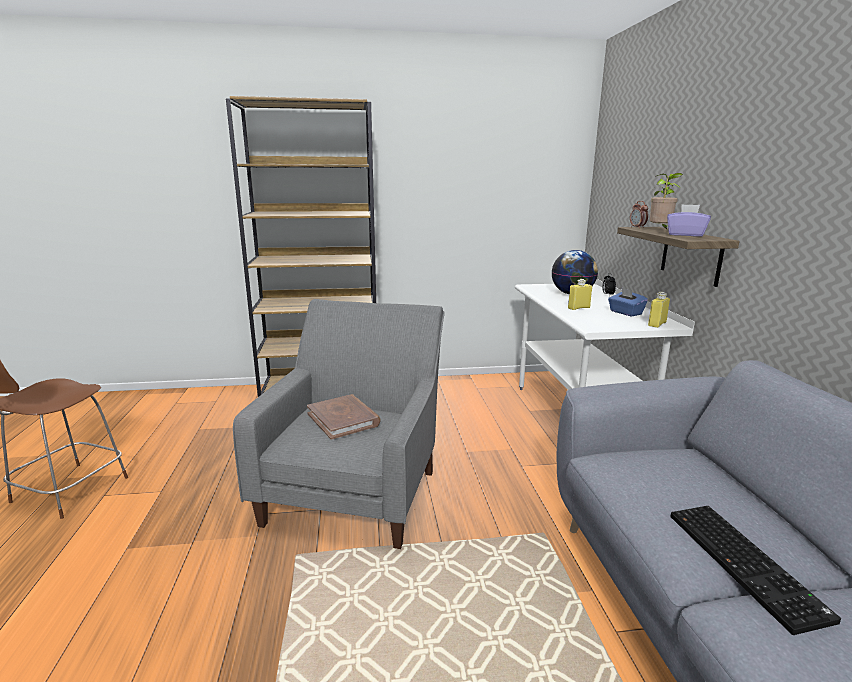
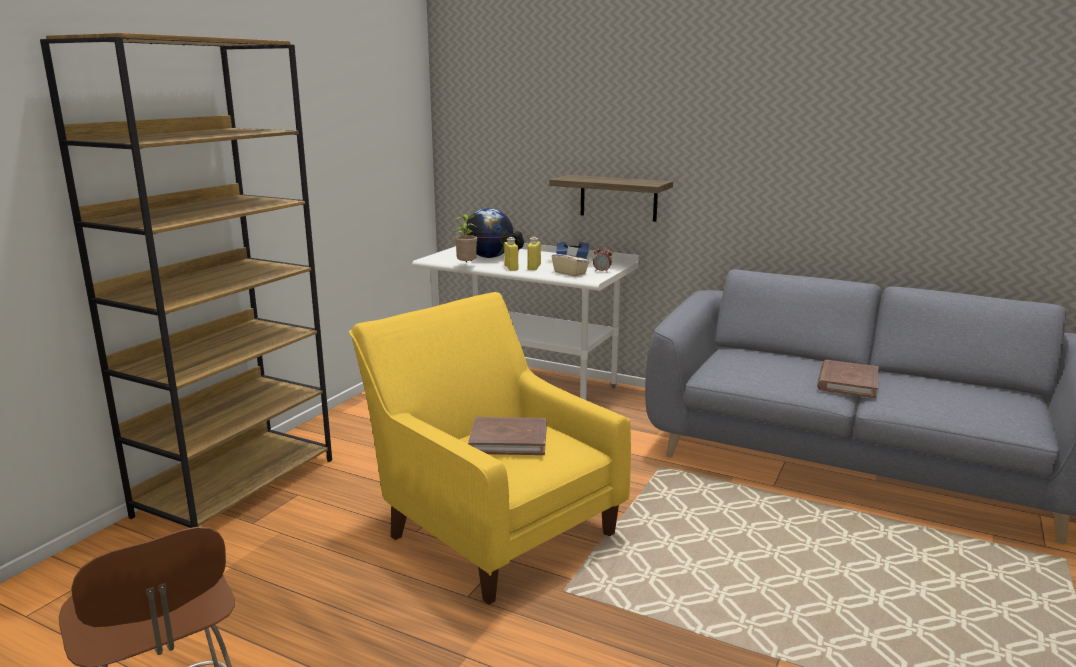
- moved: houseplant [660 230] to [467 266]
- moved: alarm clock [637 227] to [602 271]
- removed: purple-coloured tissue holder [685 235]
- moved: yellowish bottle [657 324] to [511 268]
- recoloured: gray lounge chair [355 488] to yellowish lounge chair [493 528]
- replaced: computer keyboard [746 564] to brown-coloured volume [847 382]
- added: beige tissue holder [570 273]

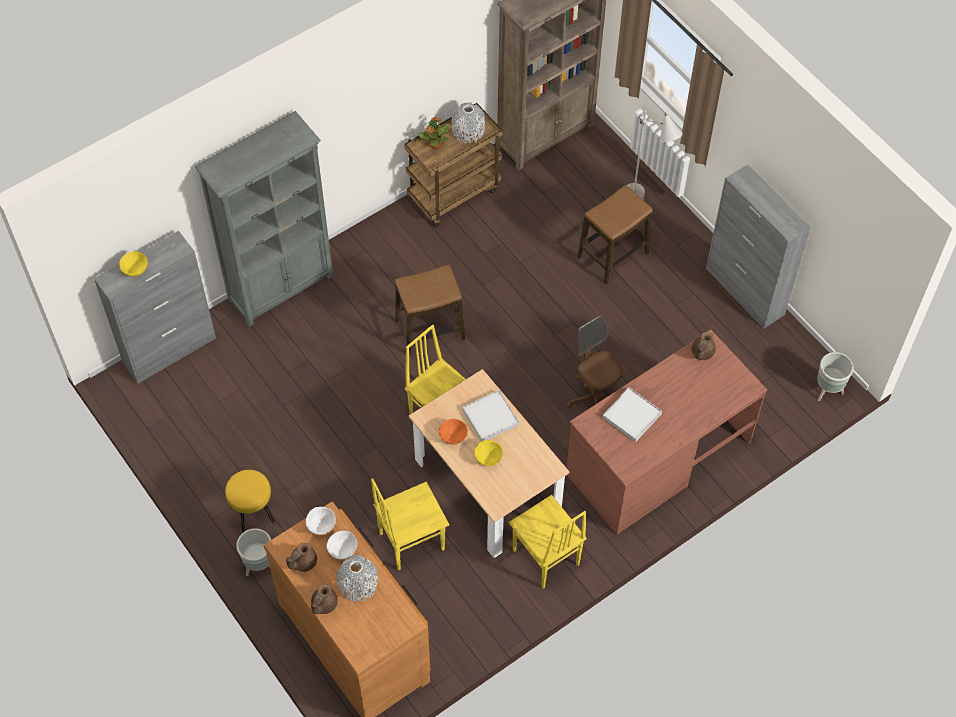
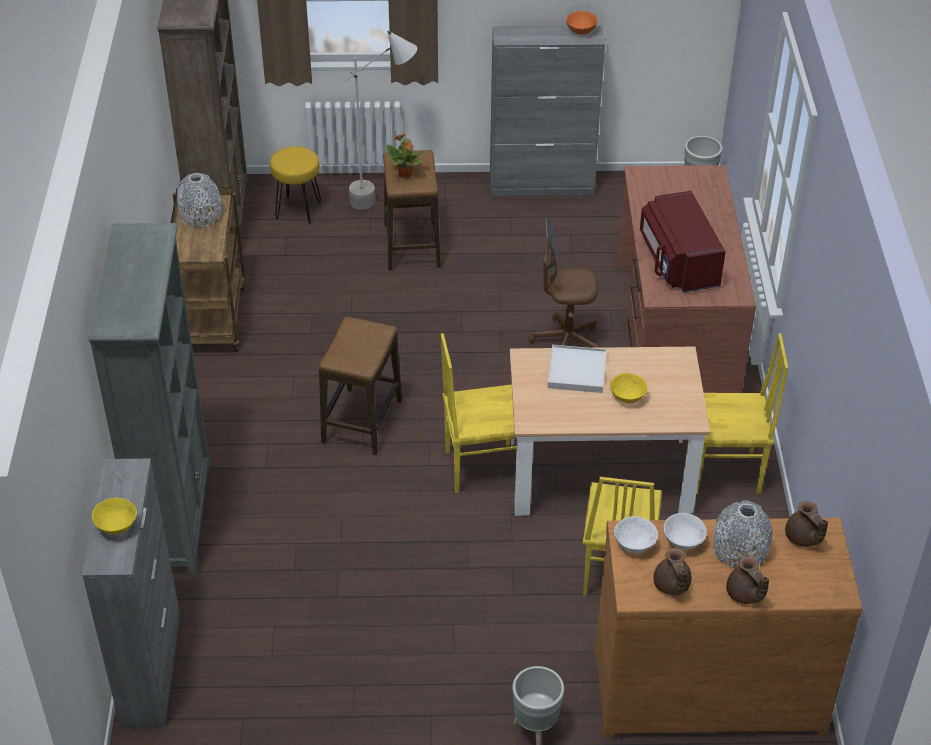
- moved: houseplant [434 145] to [405 174]
- moved: brown-coloured pot for tea [701 352] to [803 538]
- replaced: white carrying tray [632 416] to reddish microwave [677 262]
- moved: orangey serving bowl [453 436] to [580 32]
- moved: yellowish sitting stool [253 514] to [297 210]

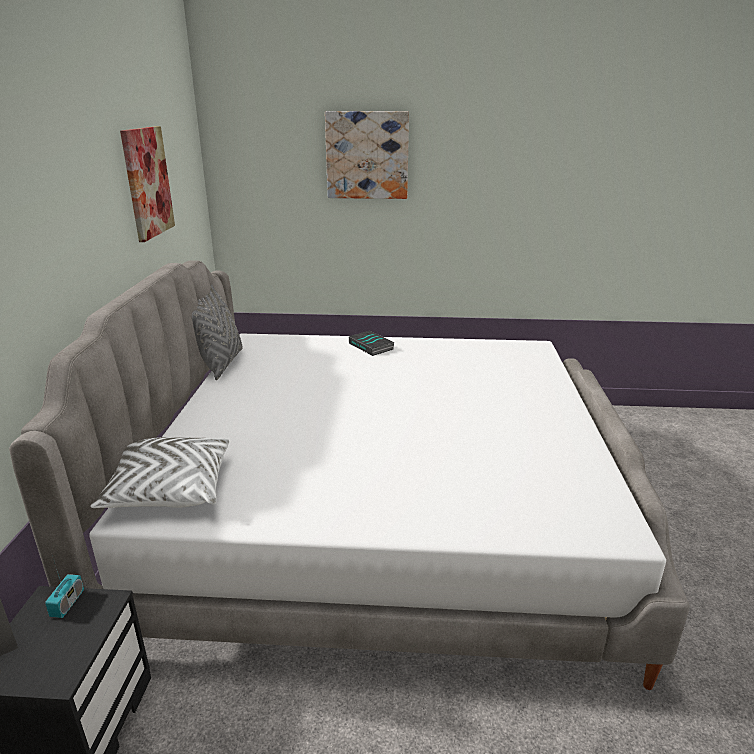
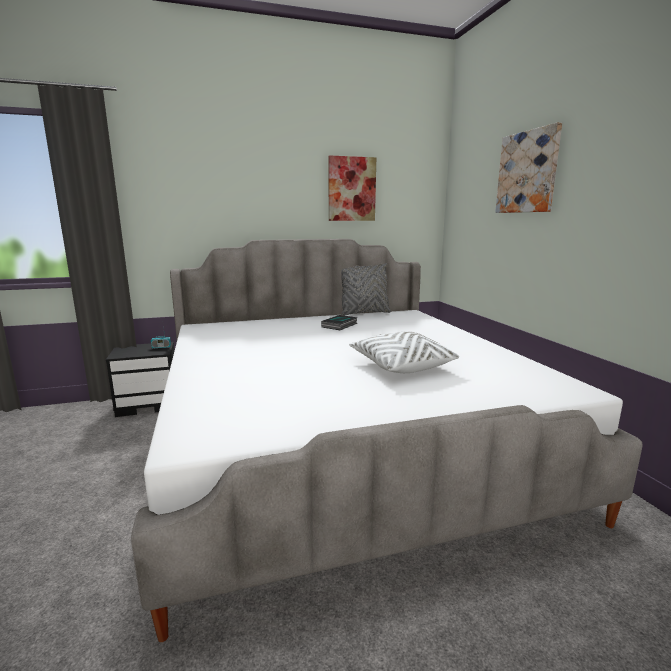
- moved: volume [372 346] to [340 325]
- moved: white throw pillow [169 489] to [400 365]

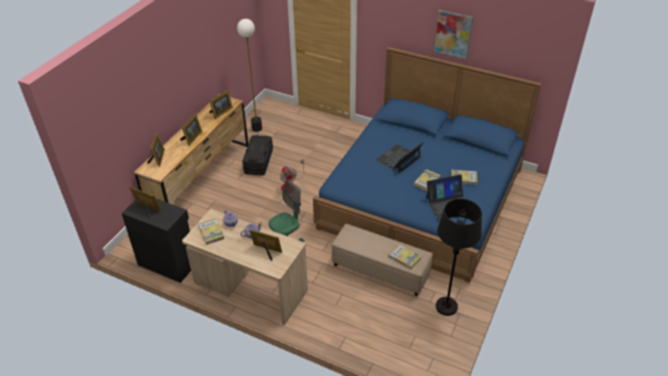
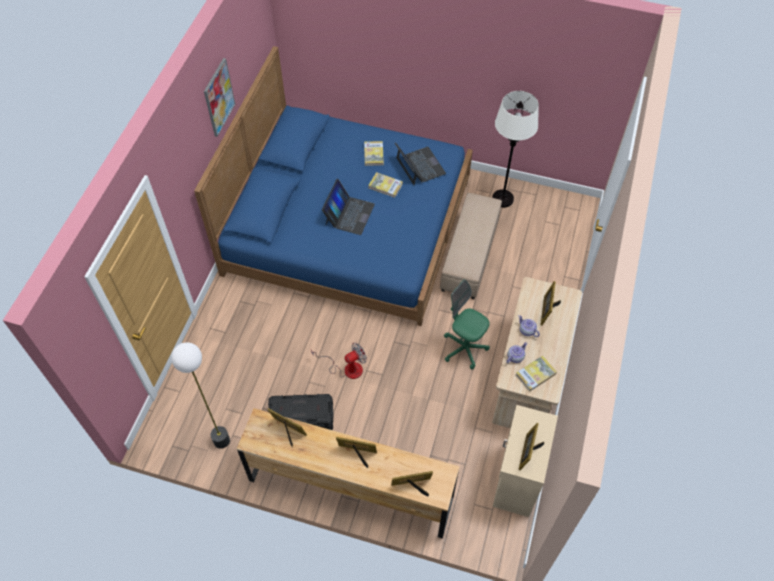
- turned: portable computer [398 159] = [349 214] 105 degrees counterclockwise
- recoloured: black storage cabinet [167 263] to beige storage cabinet [516 480]
- recoloured: black standard lamp [446 307] to white standard lamp [503 199]
- removed: volume [404 257]

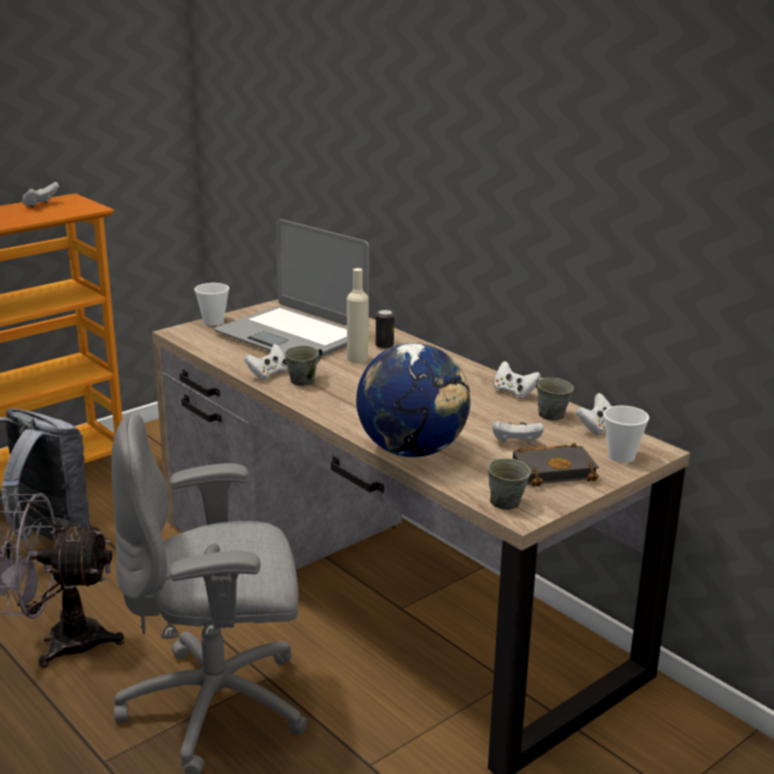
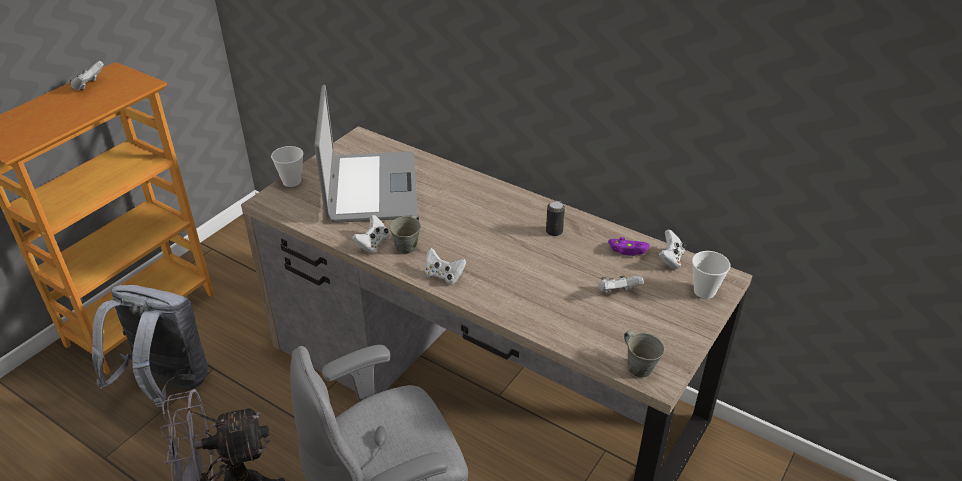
- turned: portable computer [292 335] = [370 188] 120 degrees counterclockwise
- removed: beige bottle [357 359]
- moved: metal can [384 346] to [554 232]
- removed: globe [412 450]
- moved: white gamepad [514 392] to [443 276]
- replaced: gray coffee mug [550 414] to purple-coloured gamepad [628 250]
- removed: black volume [555 470]

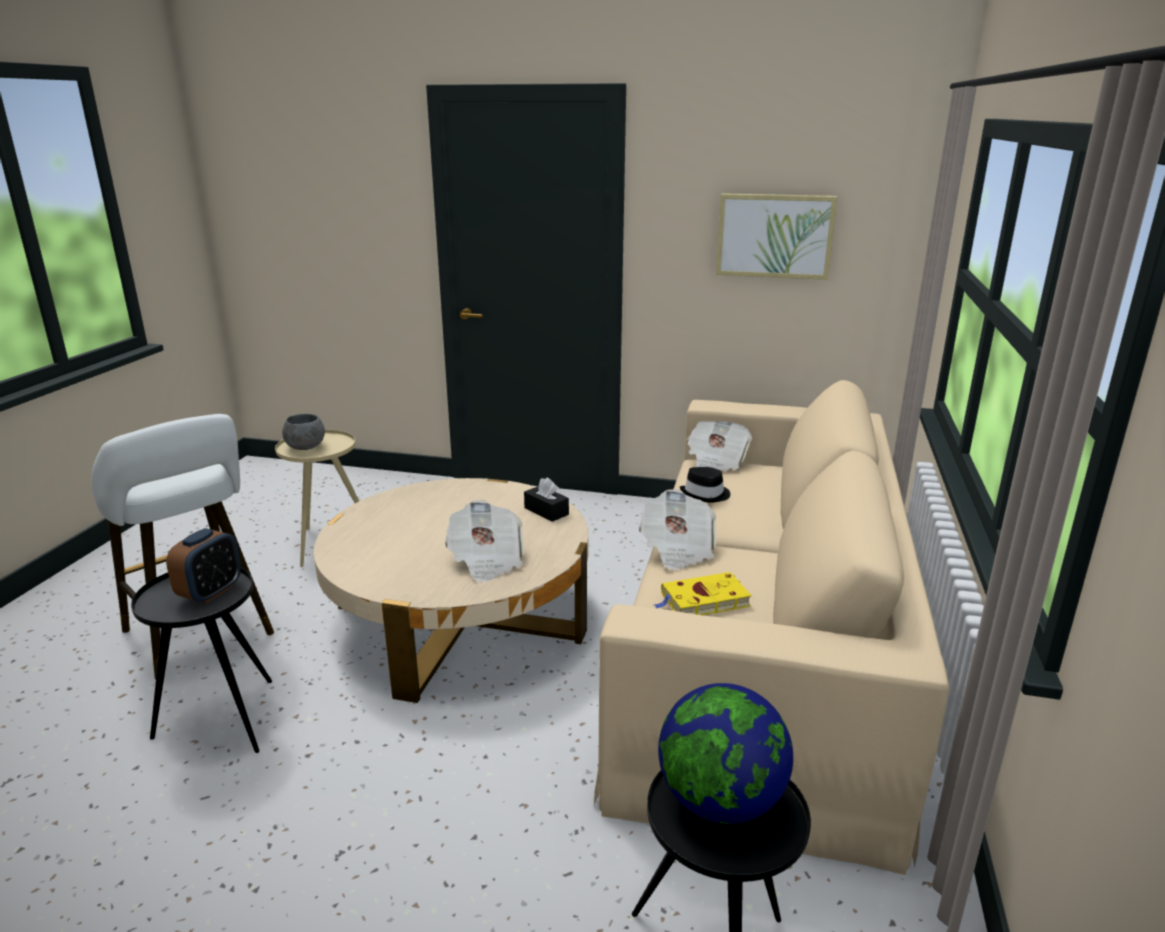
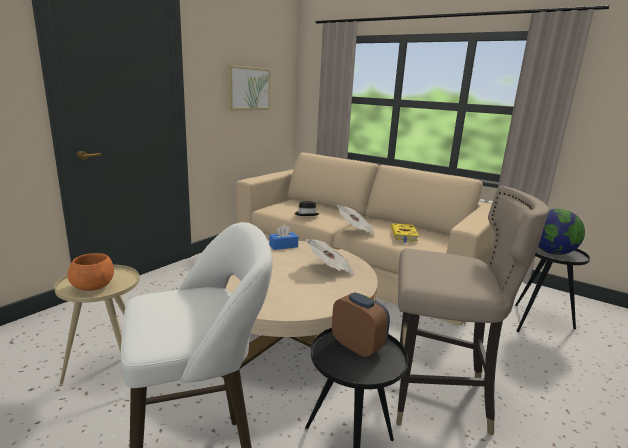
- recoloured: gray serving bowl [305 447] to orangey serving bowl [93 287]
- removed: printed paper [716 461]
- recoloured: black tissue holder [546 511] to bluish tissue holder [283 246]
- added: beige sitting stool [437 398]

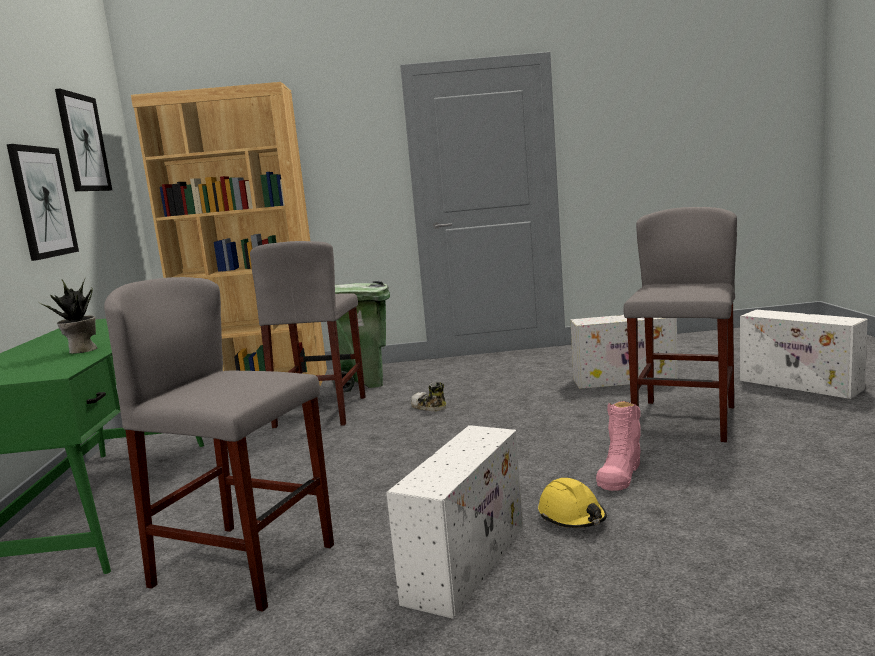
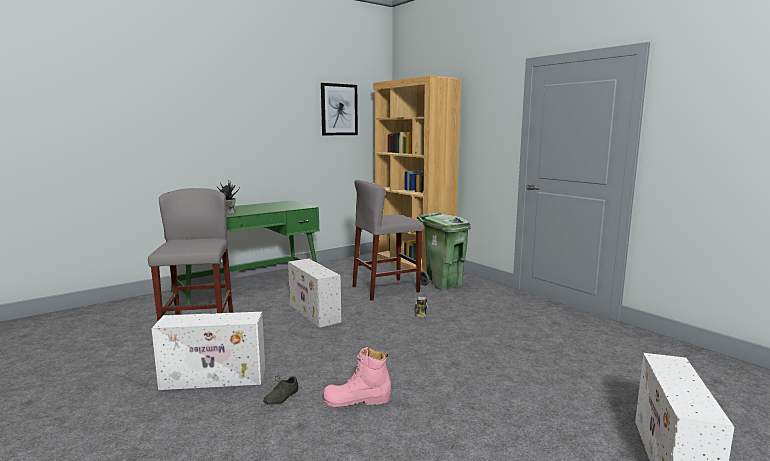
- removed: picture [42 202]
- removed: gray sitting stool [684 420]
- moved: white storage box [626 379] to [315 313]
- replaced: yellowish hard hat [572 516] to gray shoe [280 397]

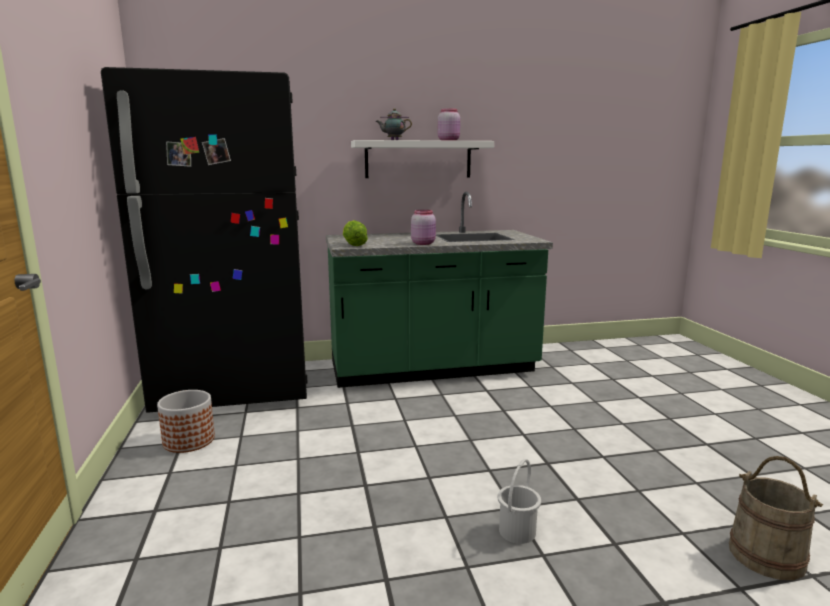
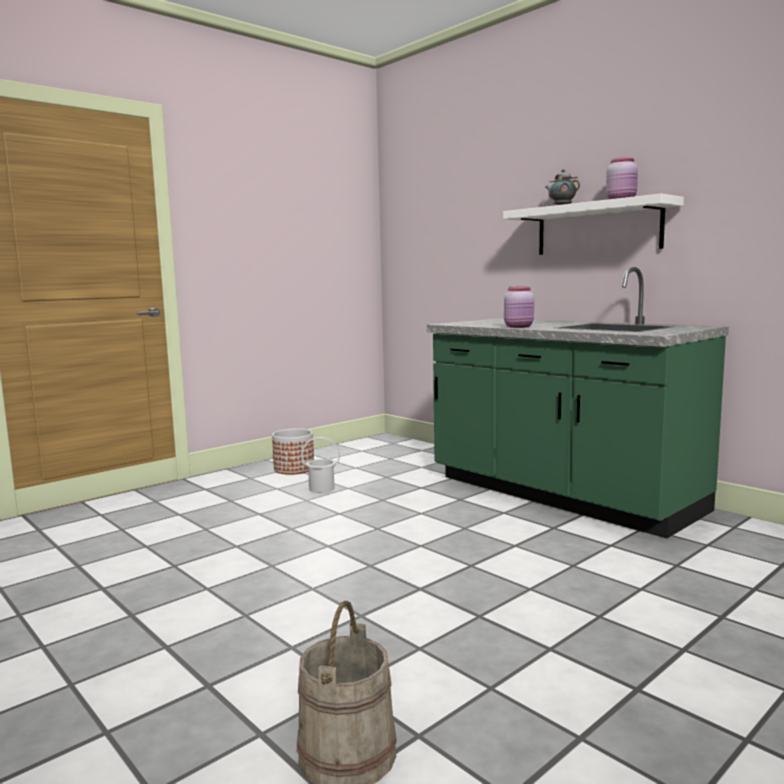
- removed: black kitchen fridge [236 388]
- removed: lettuce [353 245]
- moved: white water bucket [516 531] to [321 488]

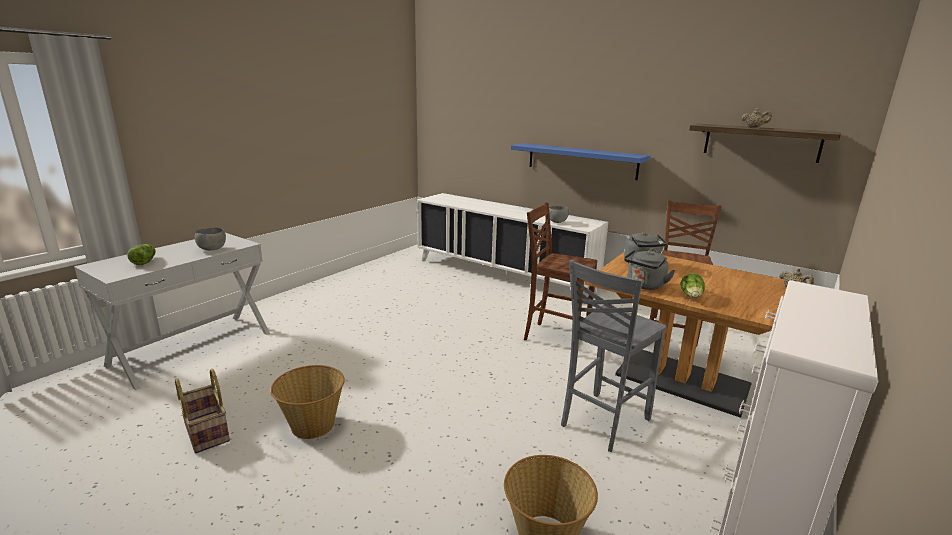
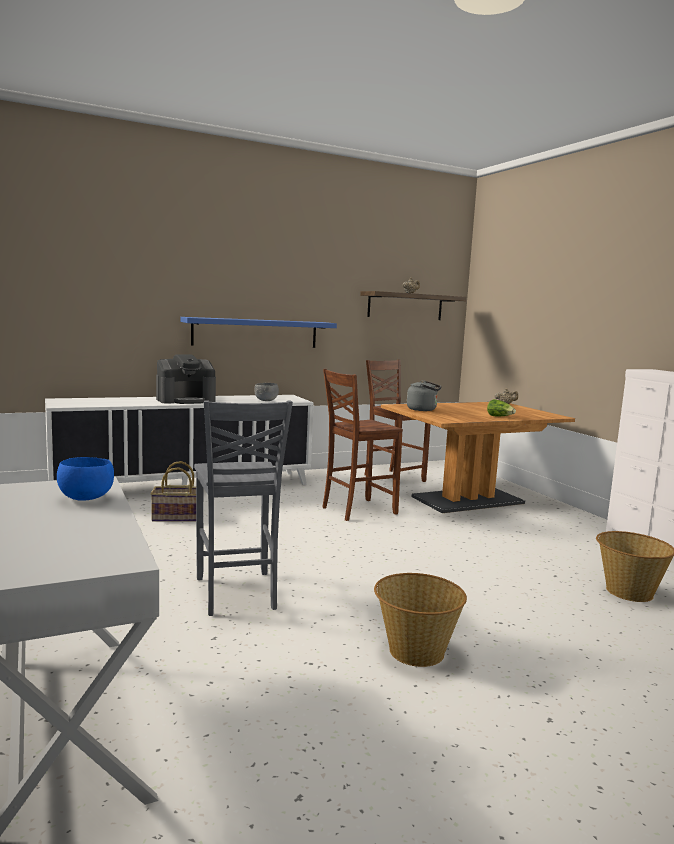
- recoloured: gray serving bowl [212 249] to bluish serving bowl [85 498]
- removed: lettuce [144 261]
- removed: gray water kettle [644 286]
- moved: gray plain chair [602 422] to [236 594]
- moved: basket [205 432] to [177 517]
- added: coffee machine [186 400]

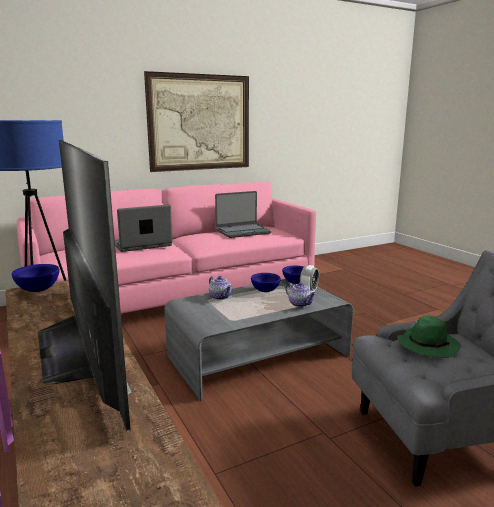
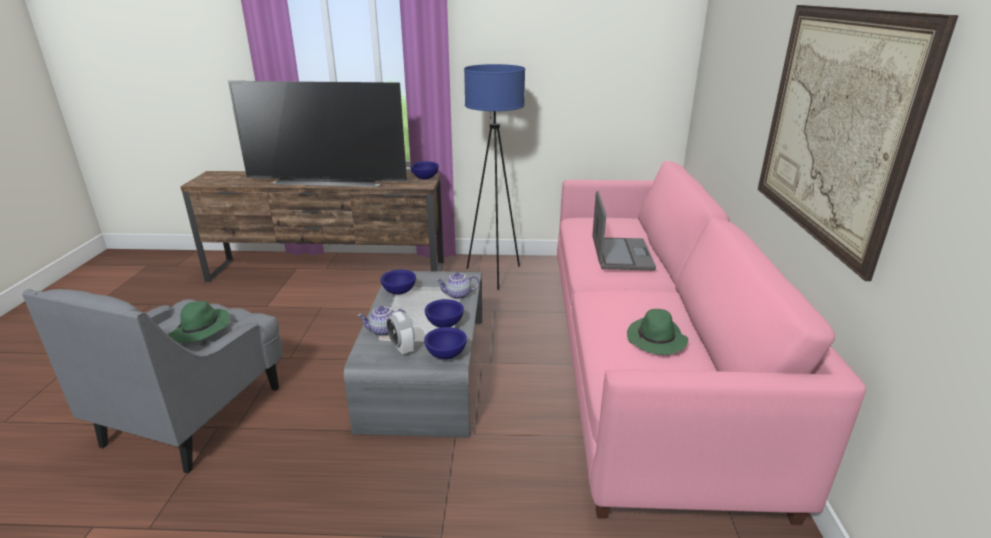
- replaced: portable computer [243 231] to greenish wearable hat [656 340]
- added: bluish serving bowl [399 292]

